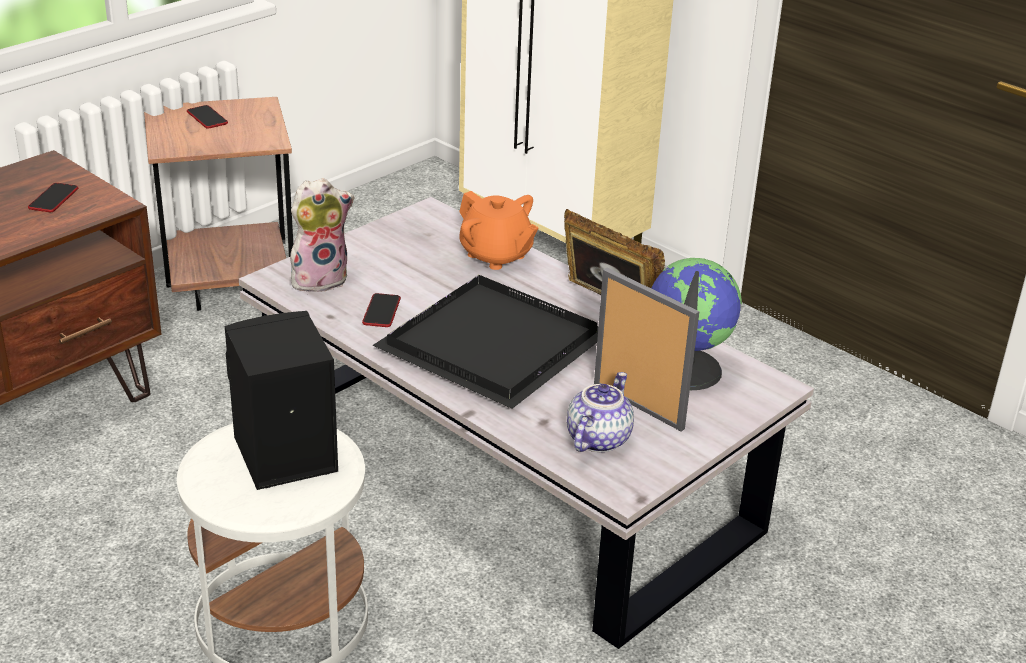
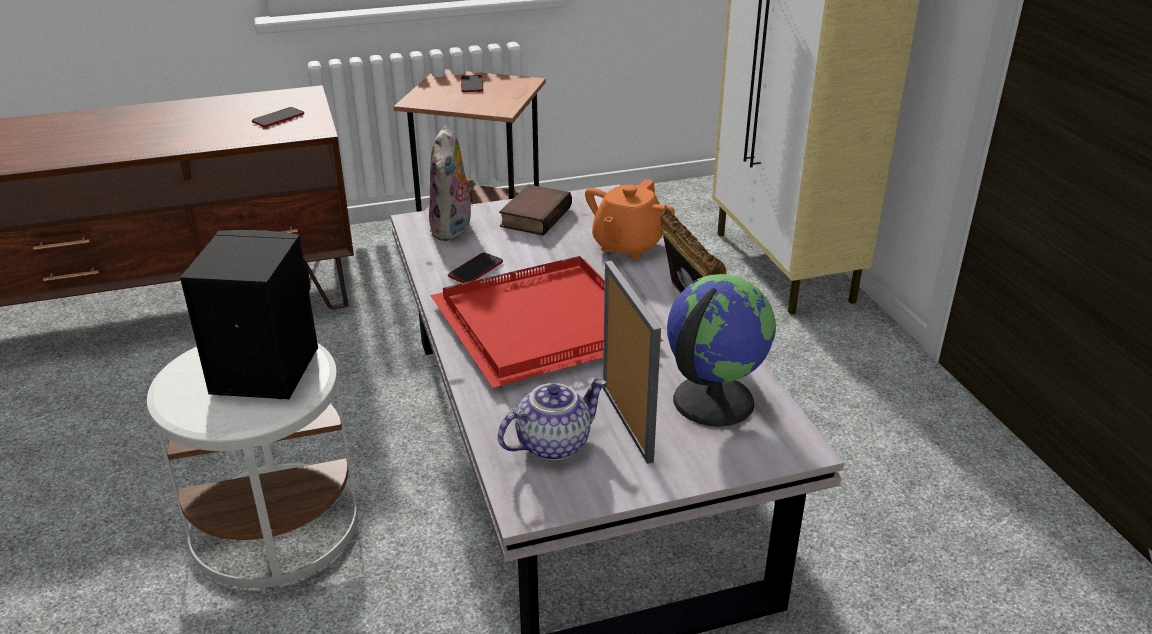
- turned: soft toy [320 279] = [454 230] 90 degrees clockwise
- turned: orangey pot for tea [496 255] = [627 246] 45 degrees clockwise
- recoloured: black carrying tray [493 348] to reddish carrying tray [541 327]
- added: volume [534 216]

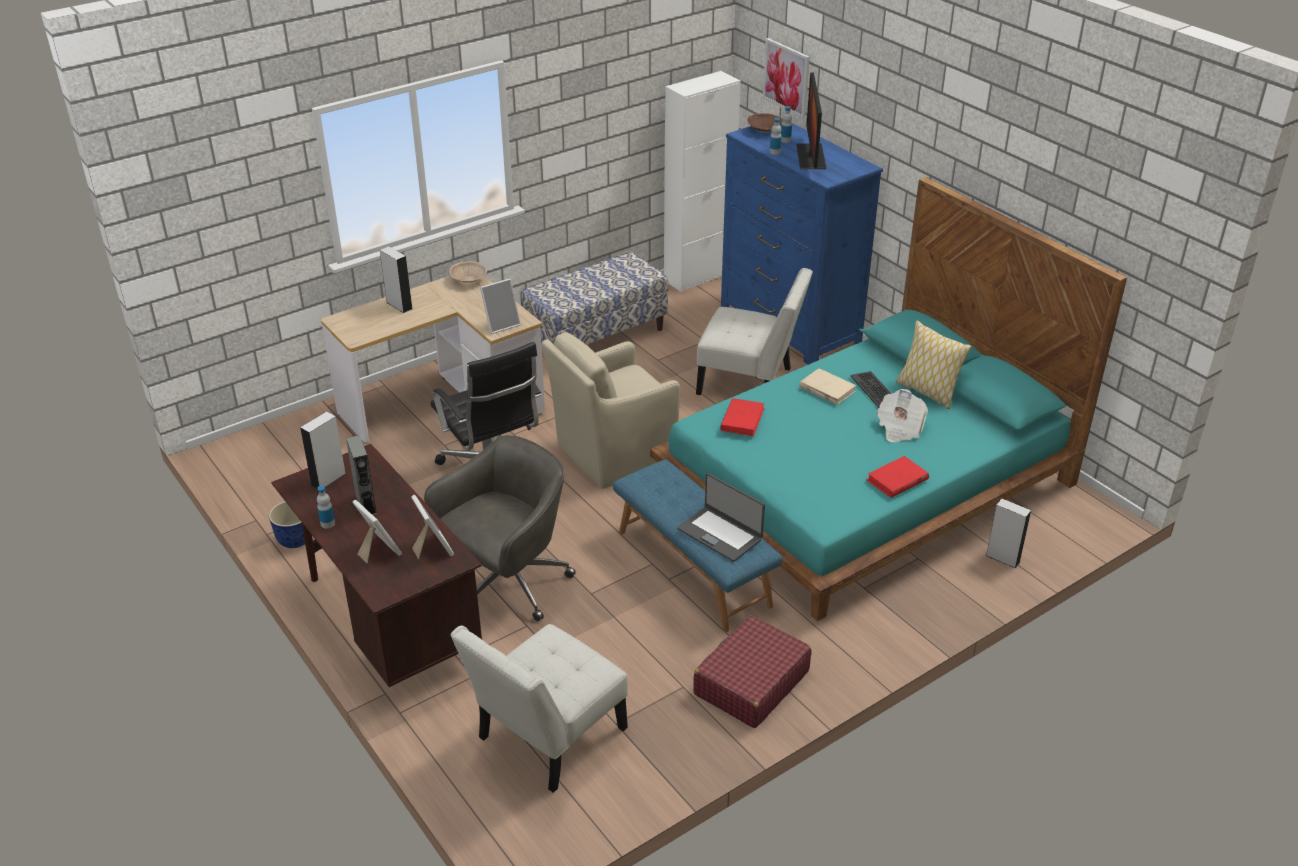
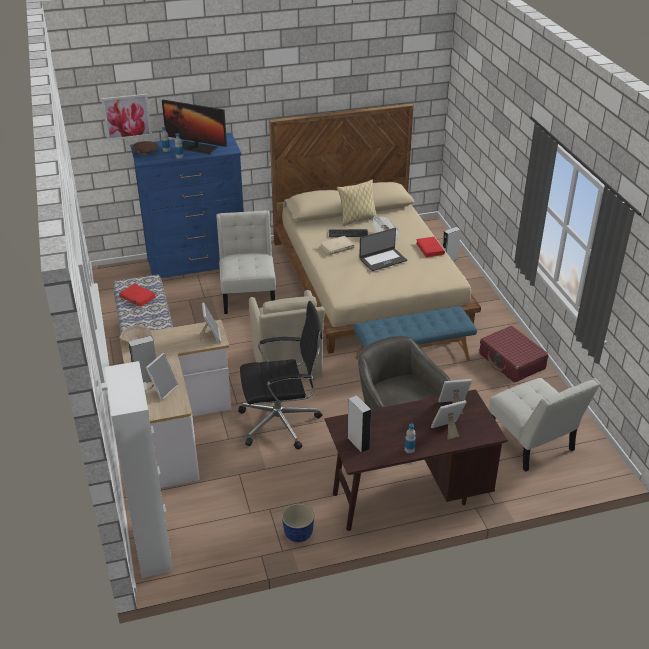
- moved: white storage cabinet [698 276] to [153 548]
- recoloured: turquoise-coloured sleeping bed [864 484] to beige sleeping bed [369 282]
- turned: white plain chair [750 383] = [248 295] 45 degrees counterclockwise
- moved: reddish volume [742 419] to [137 297]
- removed: gray speaker [366 504]
- moved: portable computer [720 533] to [382 259]
- added: photo frame [163 389]

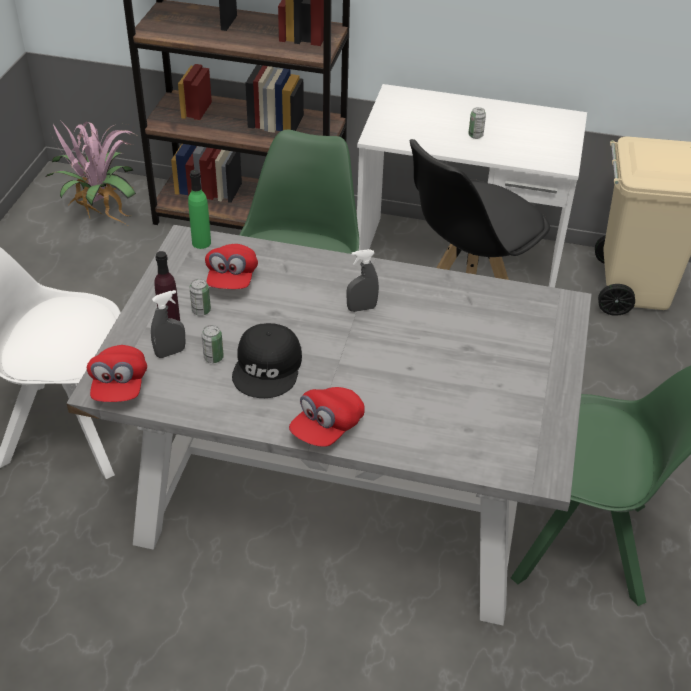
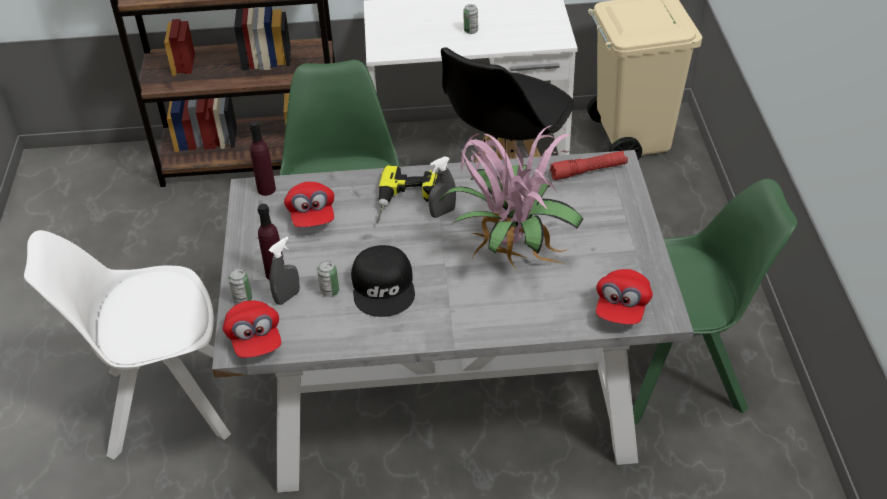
- moved: houseplant [100 209] to [509 251]
- recoloured: greenish bottle [201 243] to purple-coloured bottle [266 189]
- moved: metal can [201 310] to [243 299]
- moved: reddish baseball cap [327 428] to [622 308]
- added: reddish hand torch [588 171]
- added: drill [406 202]

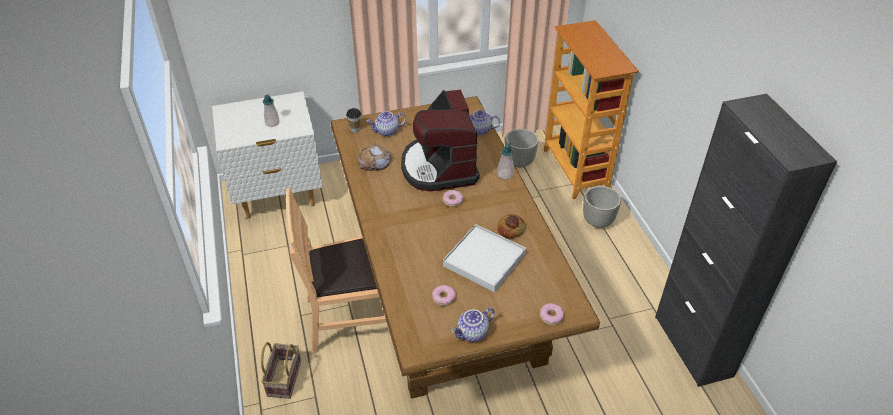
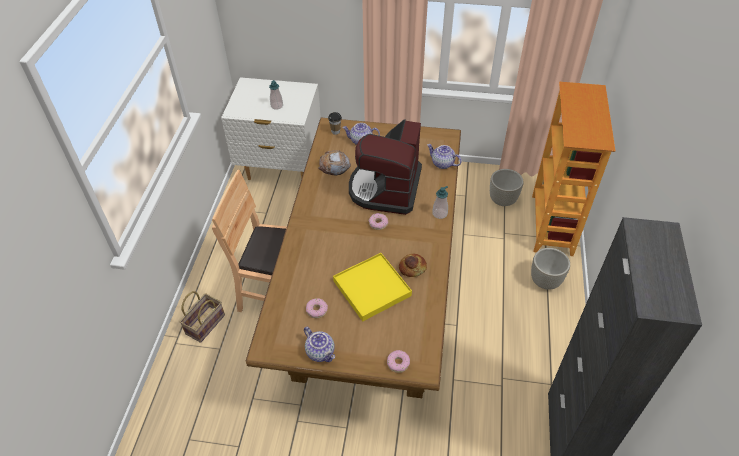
- recoloured: white carrying tray [484 260] to yellowish carrying tray [372 288]
- turned: pot for tea [473 333] = [321 352] 120 degrees counterclockwise

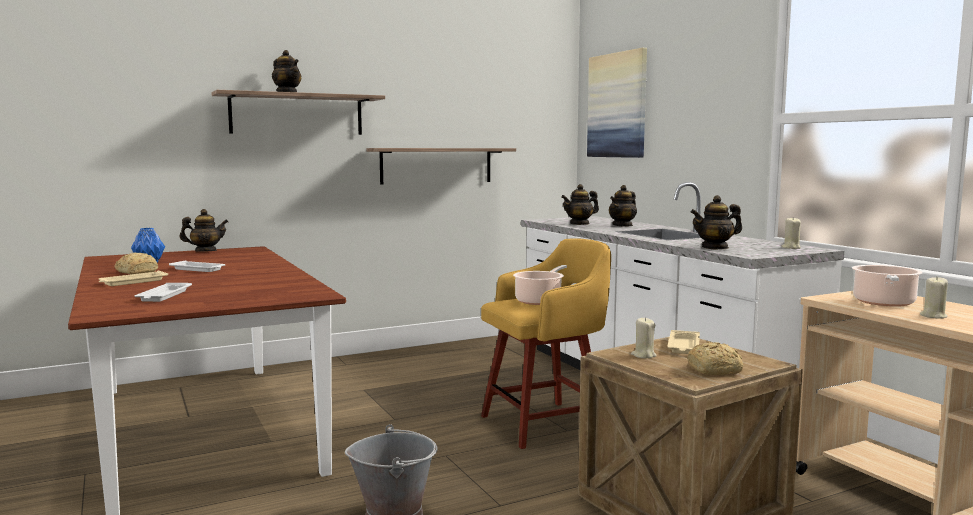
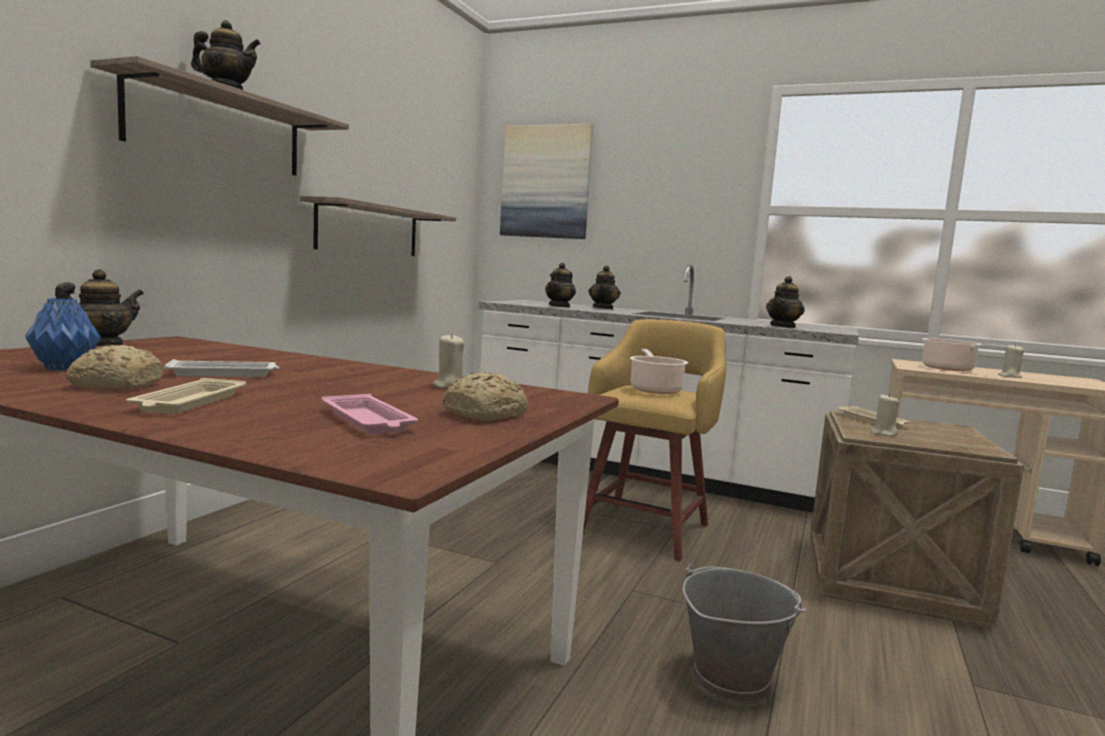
- moved: beige wax candle [790 248] to [449 386]
- recoloured: white carrying tray [163 296] to pink-coloured carrying tray [368 421]
- moved: baked bread [715 370] to [487 414]

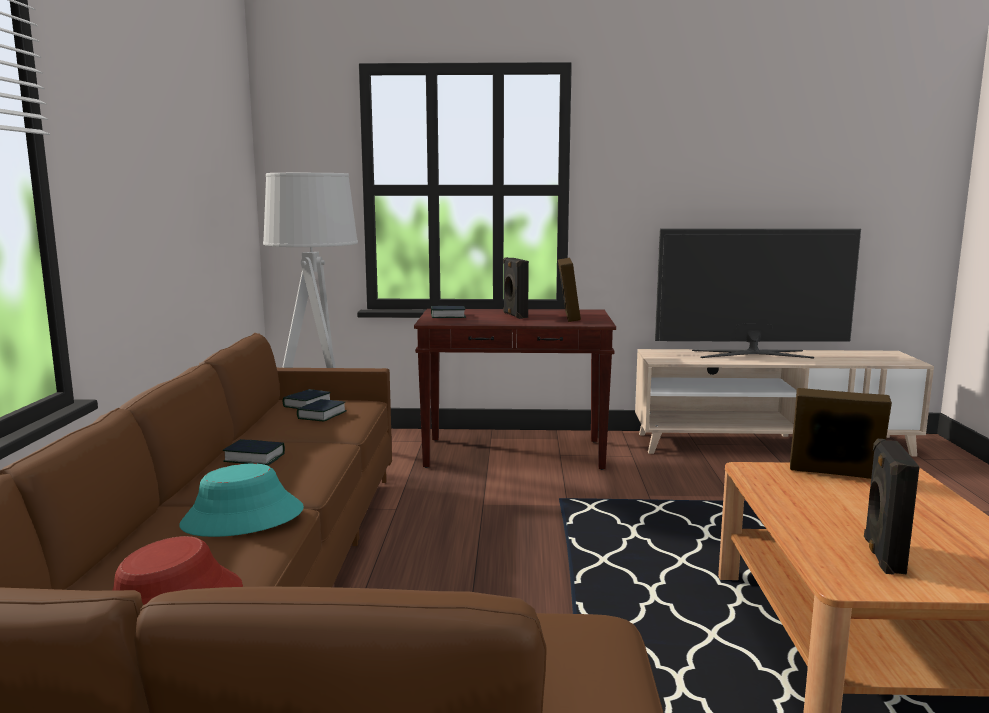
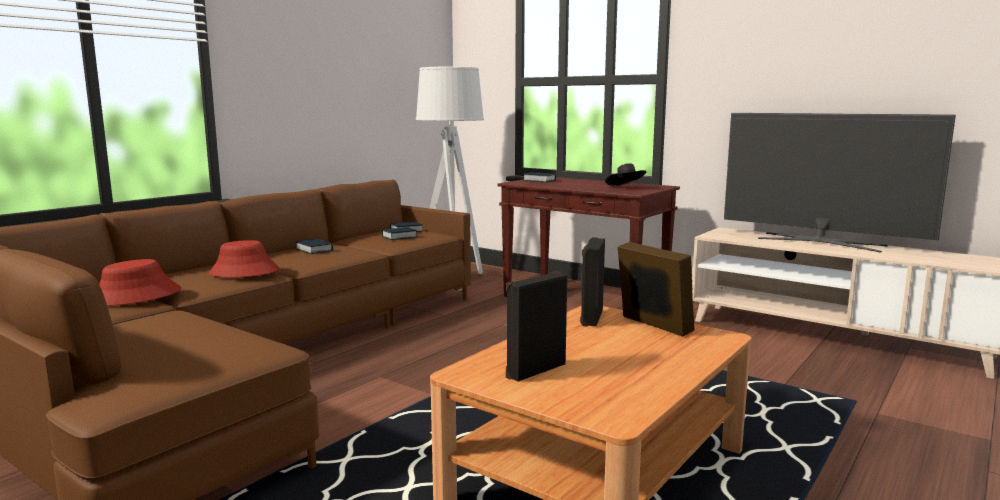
- moved: black speaker [514 315] to [590 317]
- replaced: photo frame [568 317] to black wearable hat [626 188]
- recoloured: turquoise-coloured wearable hat [242 518] to reddish wearable hat [244 272]

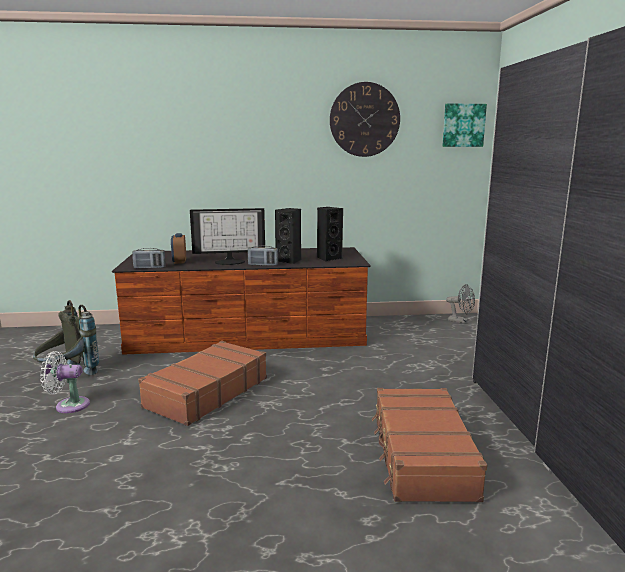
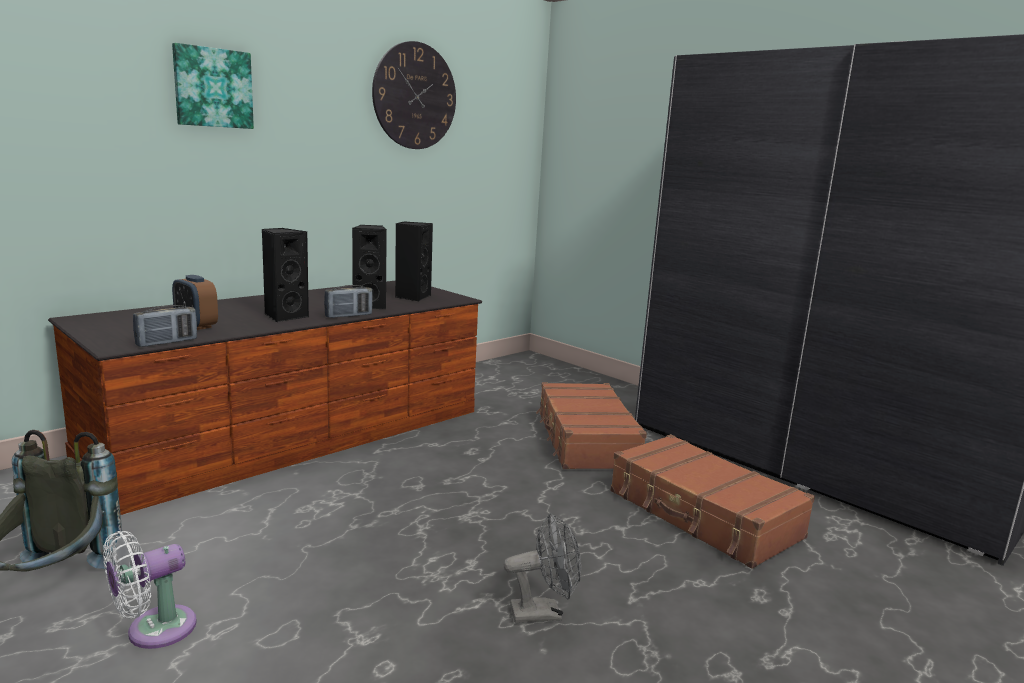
- moved: picture [463 125] to [213 88]
- replaced: monitor [230 261] to black speaker [284 316]
- moved: gray cooling fan [461 321] to [544 612]
- moved: brown-coloured travel case [206 392] to [585 440]

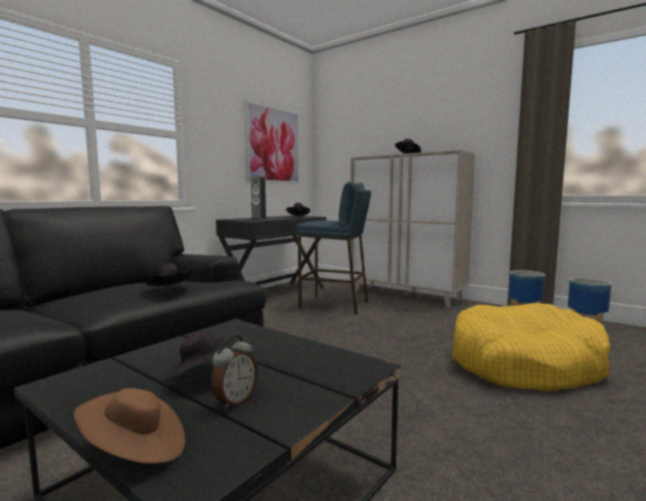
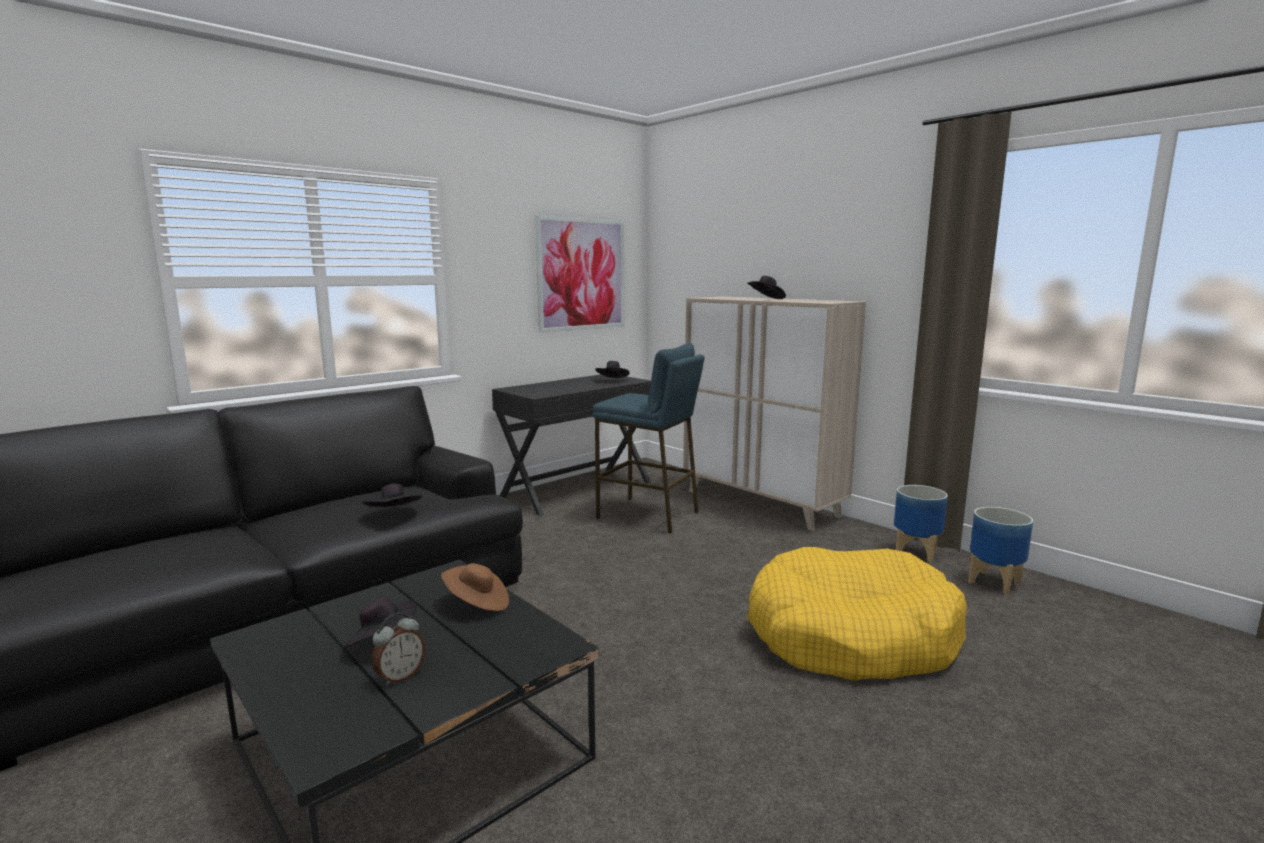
- removed: speaker [259 219]
- moved: brown-coloured wearable hat [135 450] to [477 604]

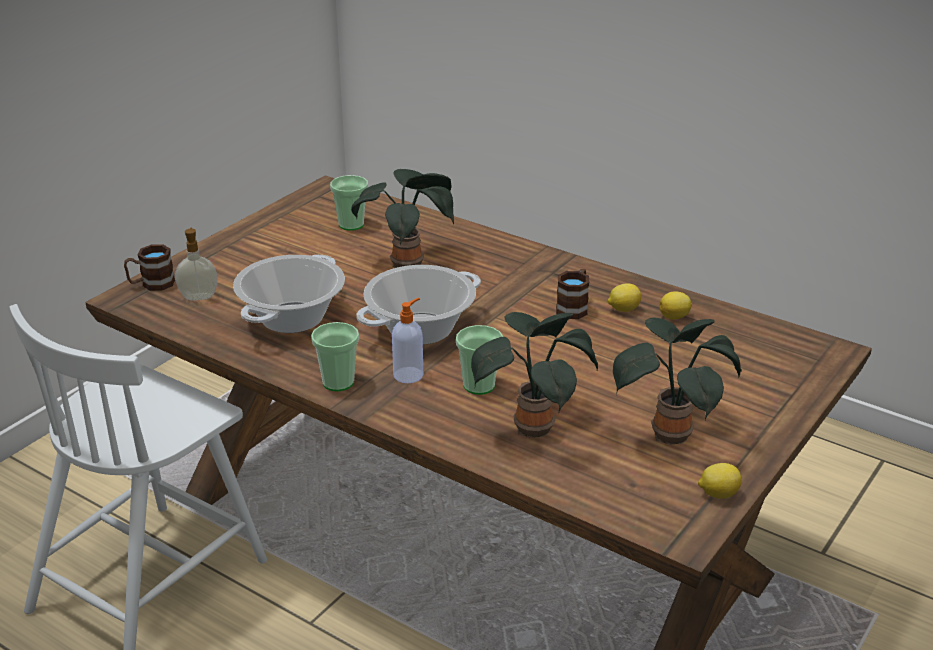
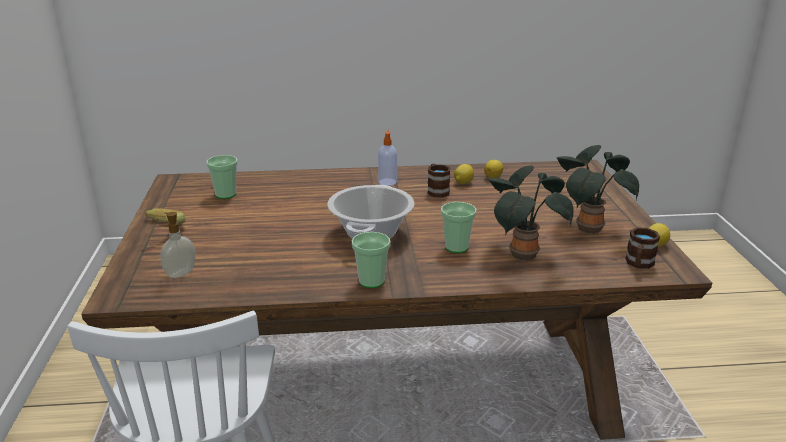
- removed: houseplant [409 264]
- moved: brown-coloured coffee mug [151 284] to [638 264]
- removed: stockpot [292 318]
- moved: soap dispenser [409 374] to [387 181]
- added: banana fruit [159 230]

